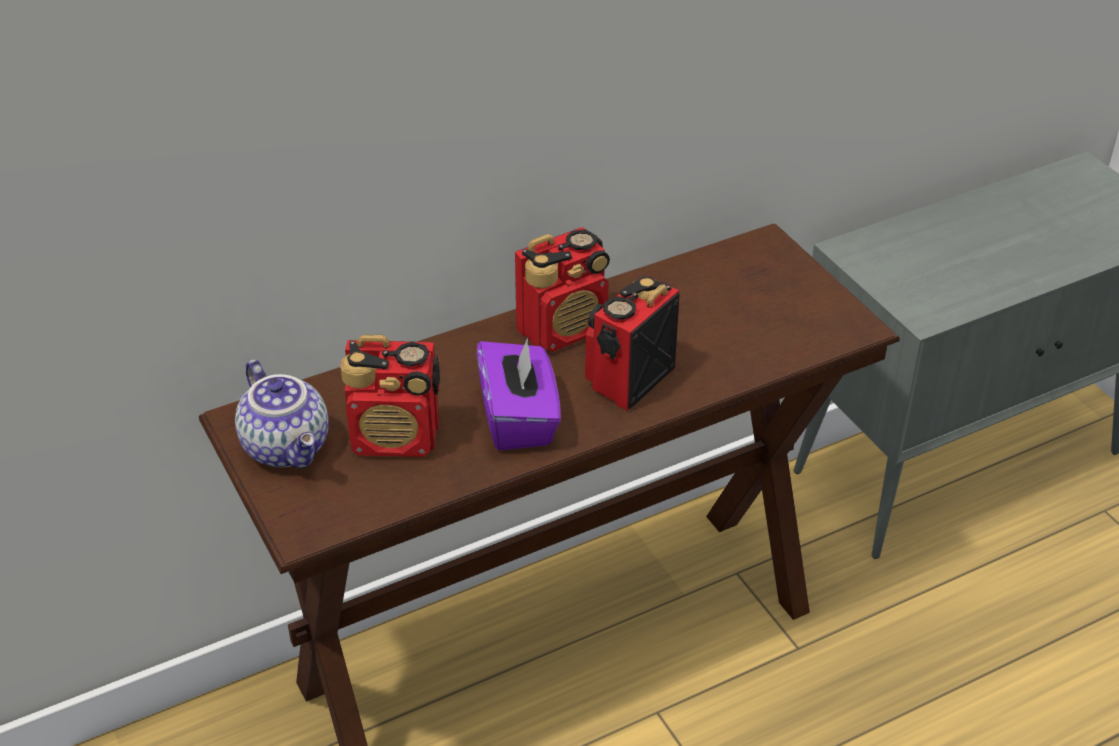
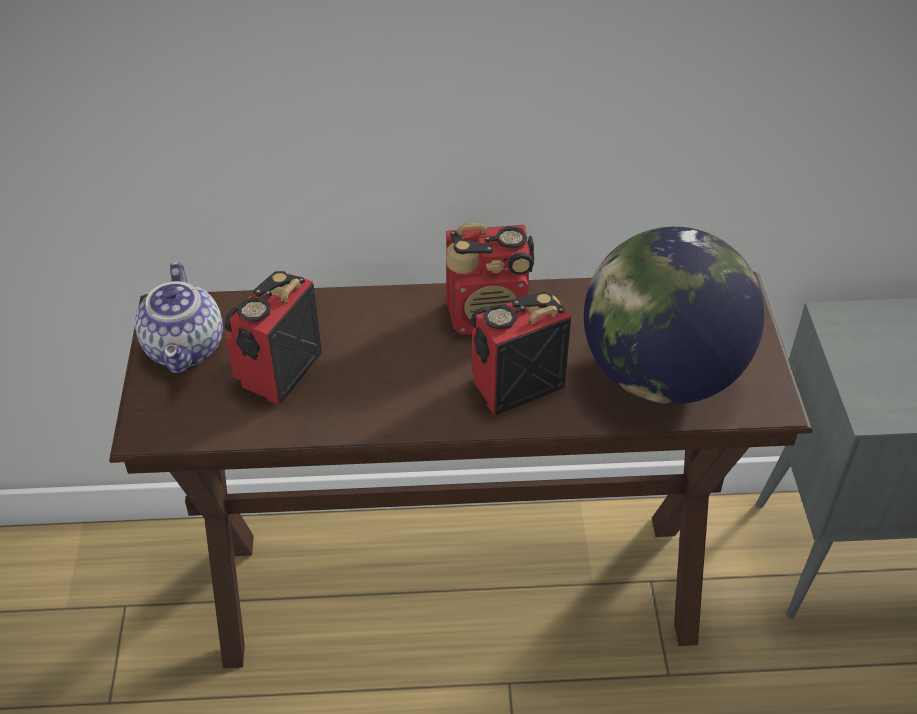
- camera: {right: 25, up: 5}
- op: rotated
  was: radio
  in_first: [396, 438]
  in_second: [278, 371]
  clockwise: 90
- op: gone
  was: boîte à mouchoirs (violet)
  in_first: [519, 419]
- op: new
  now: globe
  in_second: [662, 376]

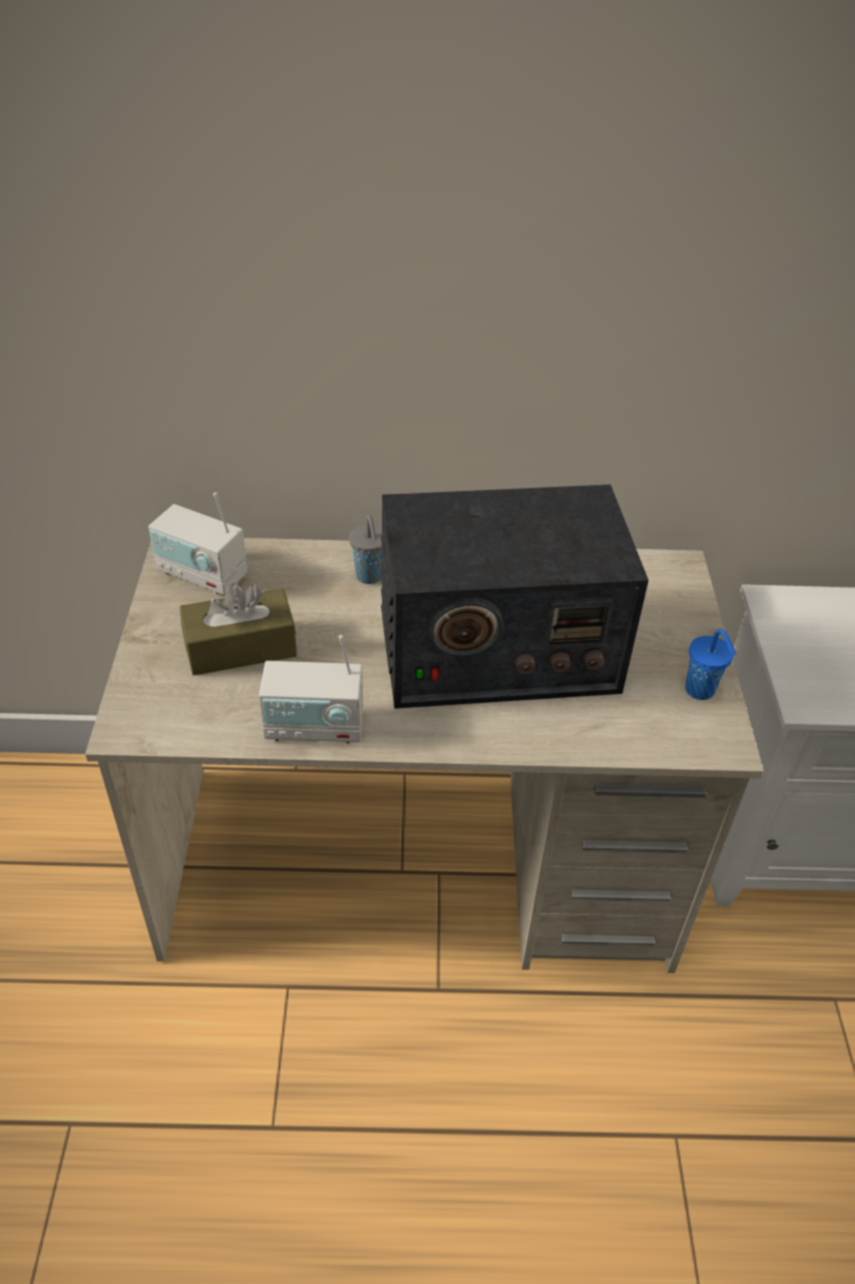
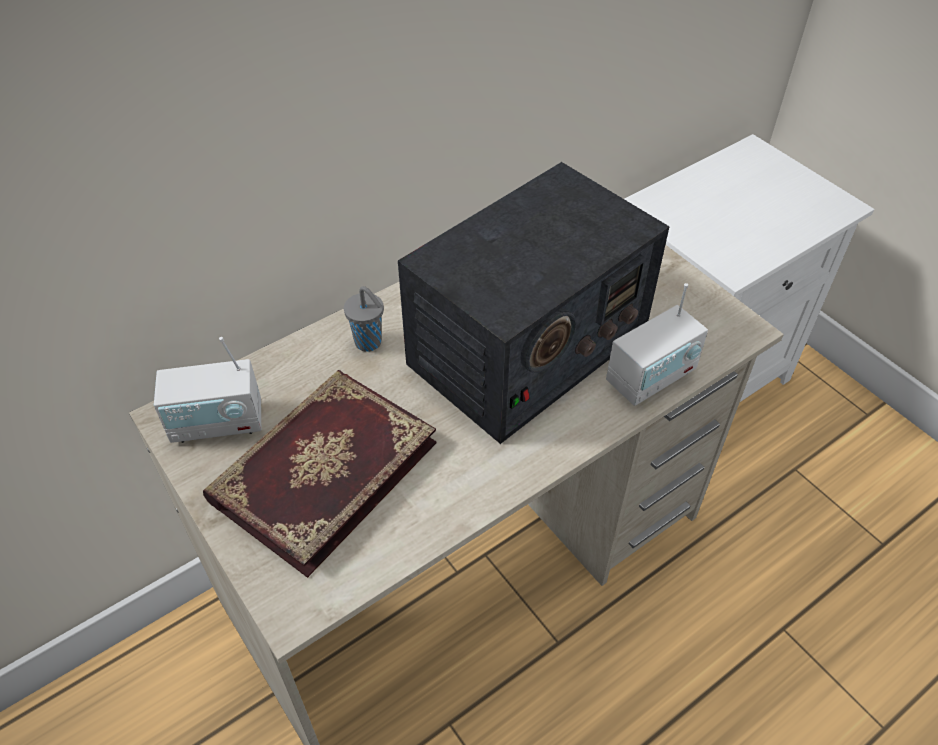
- camera: {right: -35, up: 5}
- op: swapped
  was: boîte à mouchoirs (marron)
  now: livre
  in_first: [240, 647]
  in_second: [321, 469]
- op: shifted
  was: radio
  in_first: [314, 727]
  in_second: [651, 377]
- op: gone
  was: tasse (bleu)
  in_first: [701, 691]

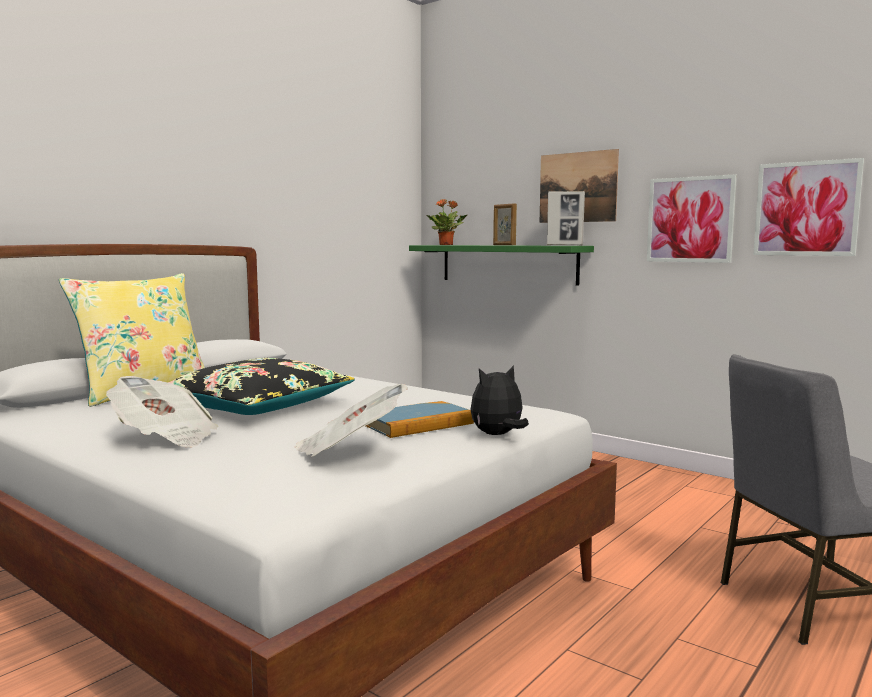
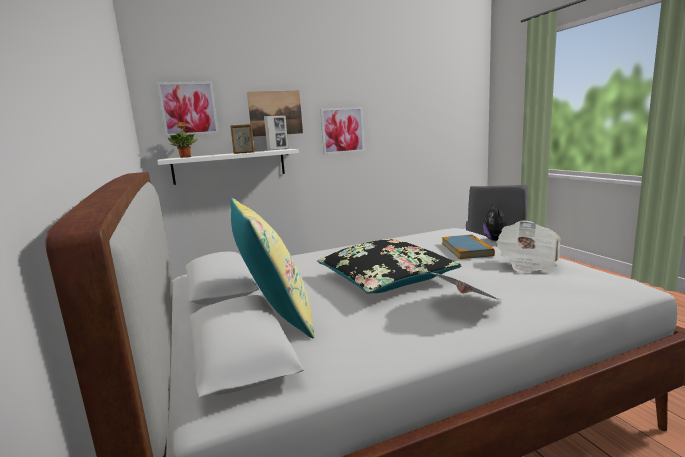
- camera: {right: -60, up: 5}
- op: repainted
  was: étagère (vert)
  now: étagère (blanc)
  in_first: [507, 264]
  in_second: [230, 166]
- op: shifted
  was: tableau
  in_first: [806, 209]
  in_second: [188, 109]

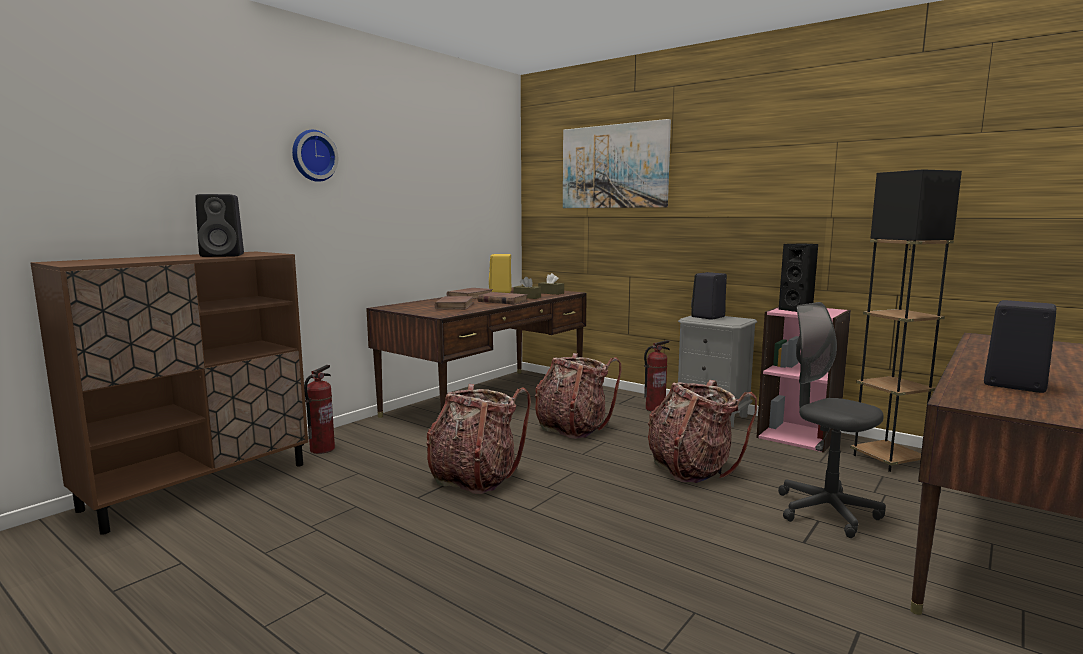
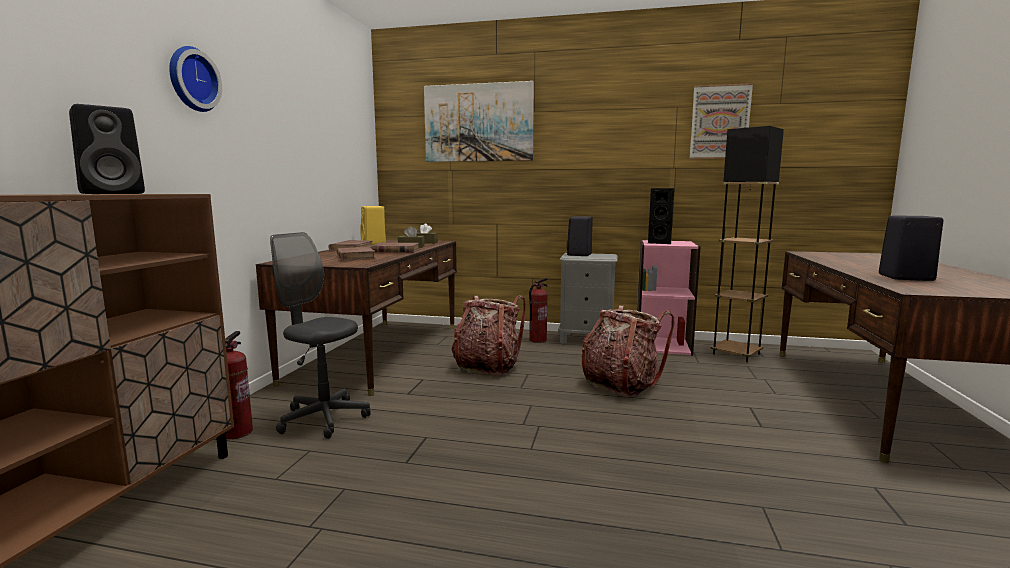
- camera: {right: -25, up: 0}
- op: gone
  was: sac à dos
  in_first: [475, 478]
- op: shifted
  was: chaise de bureau (gris)
  in_first: [826, 512]
  in_second: [323, 419]
- op: new
  now: tableau
  in_second: [720, 122]

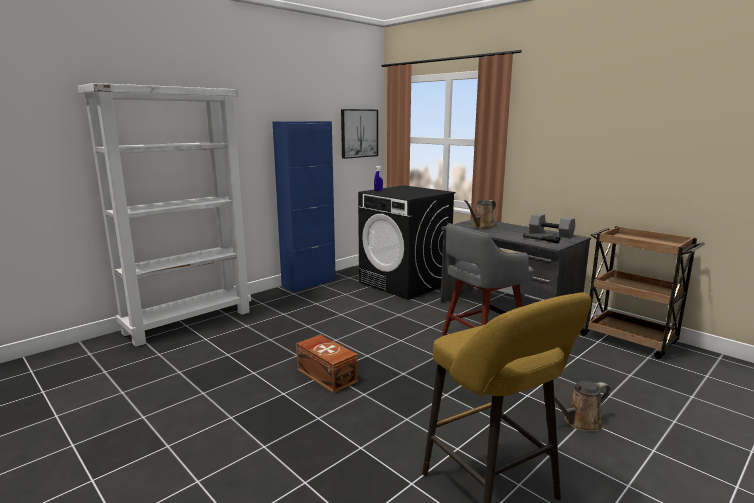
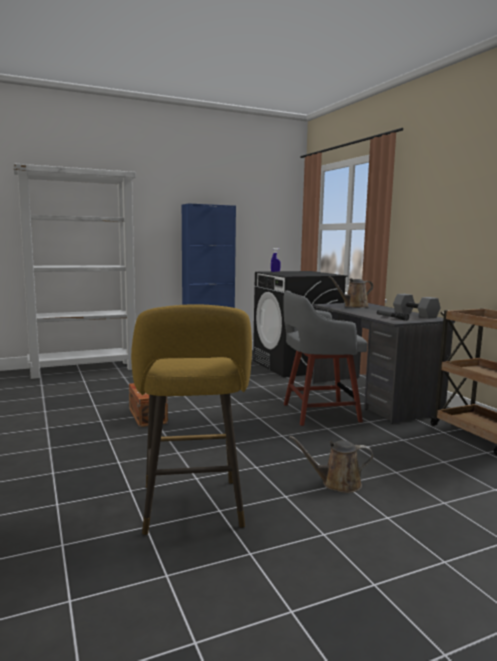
- camera: {right: 20, up: -5}
- op: gone
  was: tableau
  in_first: [359, 133]

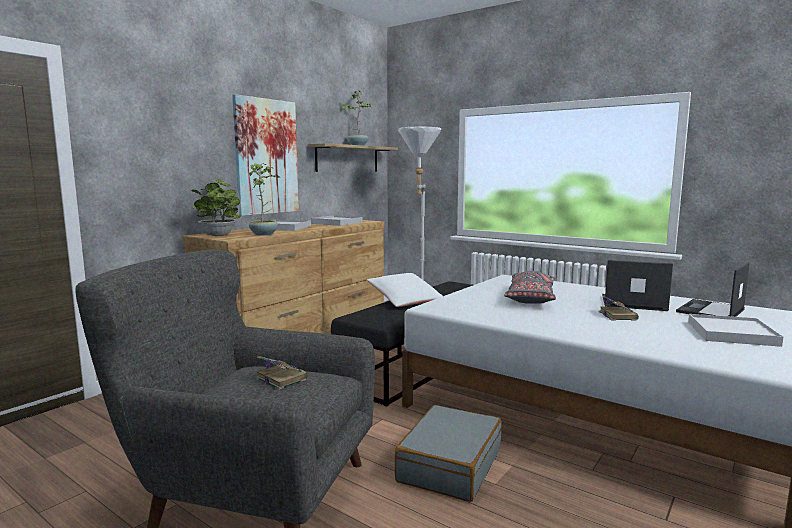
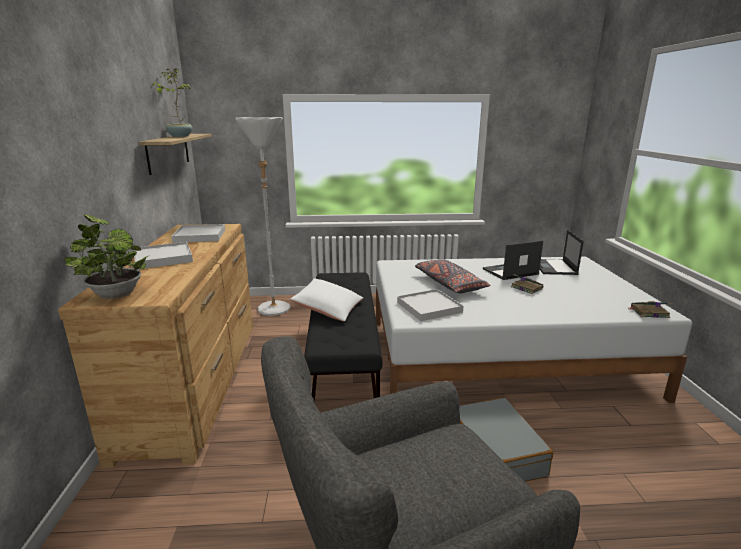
- camera: {right: -40, up: 10}
- op: gone
  was: tableau
  in_first: [266, 157]
- op: gone
  was: plante en pot
  in_first: [264, 234]
- op: shifted
  was: livre
  in_first: [280, 378]
  in_second: [648, 312]
- op: shifted
  was: plateau (blanc)
  in_first: [731, 333]
  in_second: [429, 307]

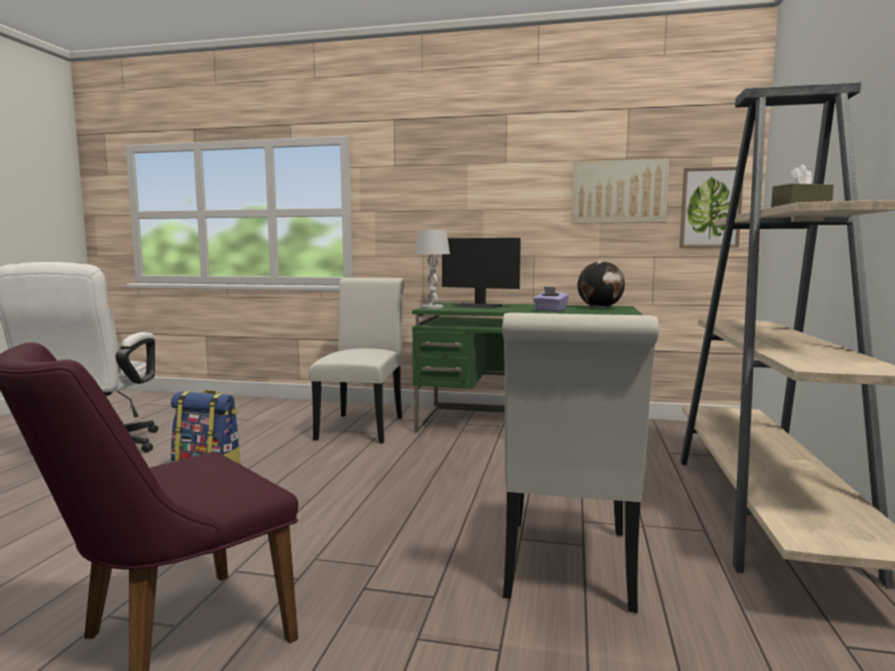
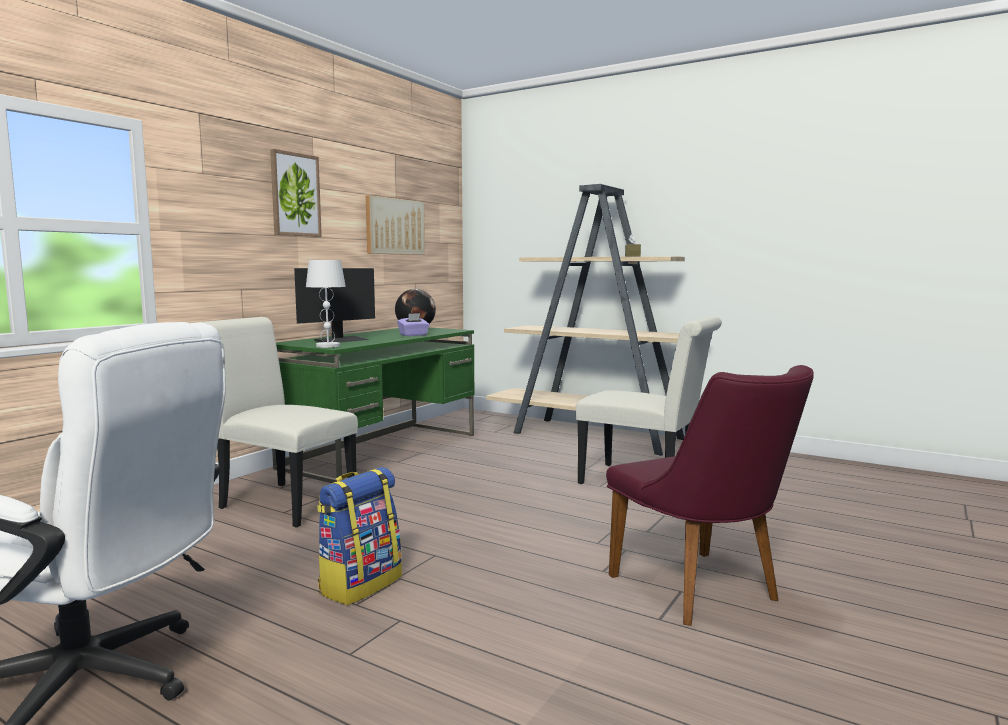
- camera: {right: -70, up: 0}
- op: shifted
  was: tableau
  in_first: [710, 208]
  in_second: [295, 195]

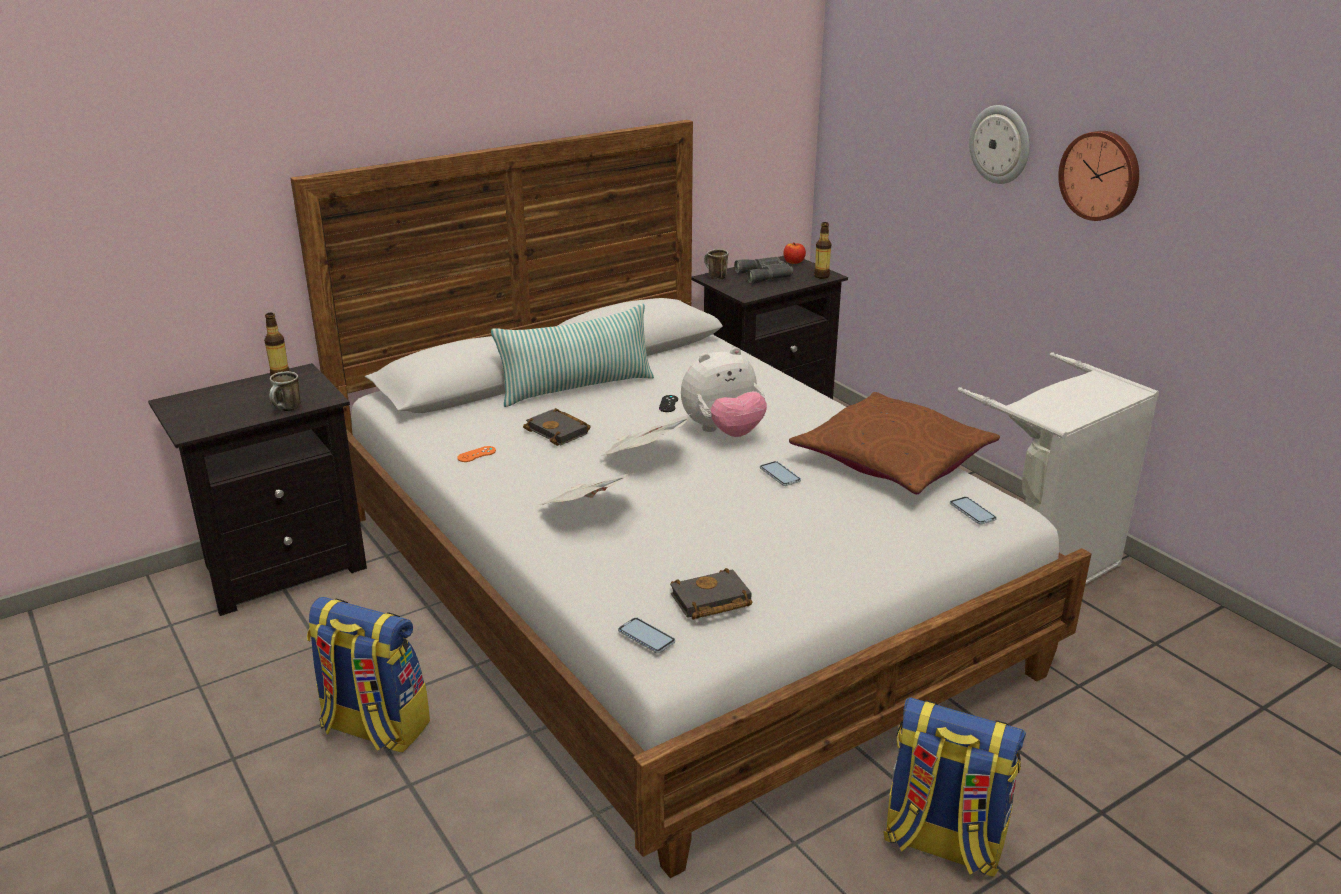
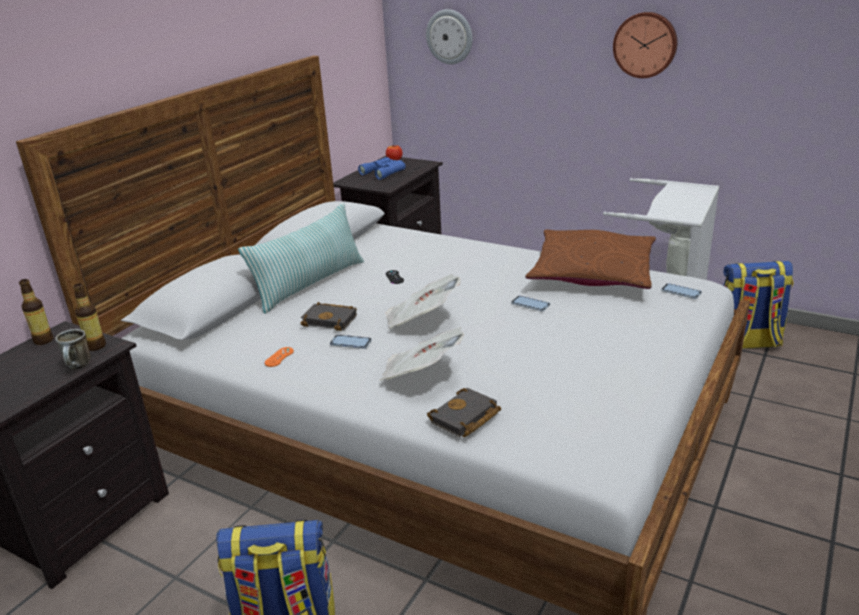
- camera: {right: -25, up: 0}
- op: shifted
  was: téléphone
  in_first: [646, 636]
  in_second: [350, 343]
- op: shifted
  was: livre (noir)
  in_first: [710, 601]
  in_second: [465, 419]
- op: gone
  was: peluche
  in_first: [723, 432]
- op: gone
  was: mug
  in_first: [714, 277]
- op: repainted
  was: jumelles (gris)
  now: jumelles (bleu)
  in_first: [766, 275]
  in_second: [384, 172]
- op: shifted
  was: bouteille
  in_first: [821, 276]
  in_second: [96, 346]
- op: shifted
  was: sac à dos
  in_first: [942, 842]
  in_second: [746, 343]
- op: shifted
  was: horloge murale
  in_first: [1000, 144]
  in_second: [449, 36]

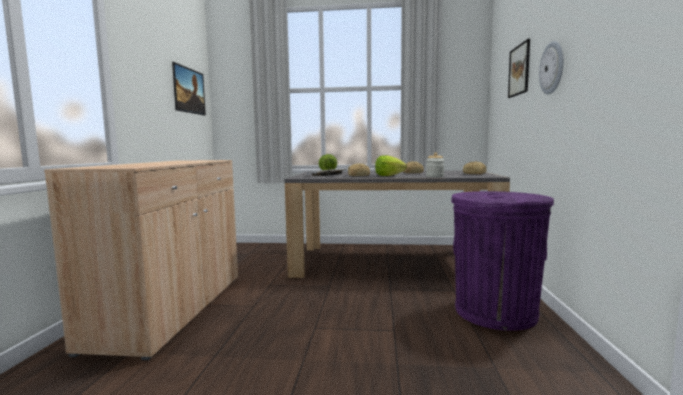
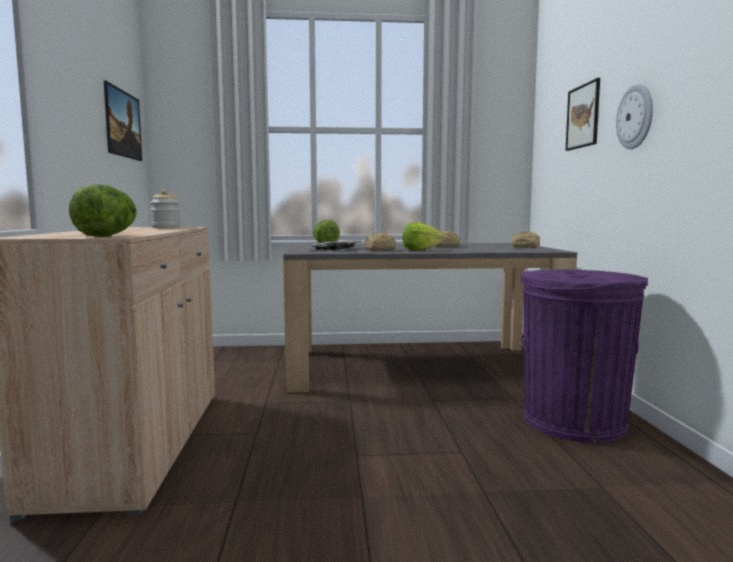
- camera: {right: -10, up: 0}
- op: shifted
  was: bocal
  in_first: [435, 176]
  in_second: [166, 228]
- op: new
  now: laitue
  in_second: [108, 236]

